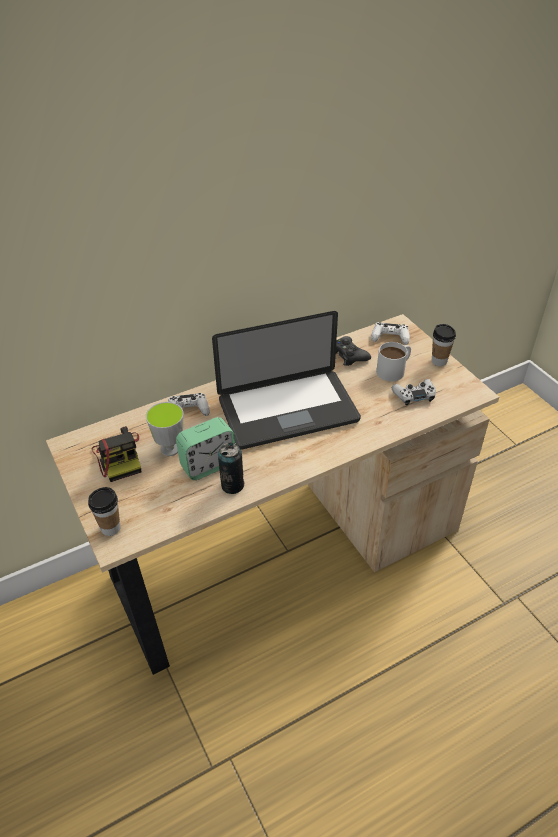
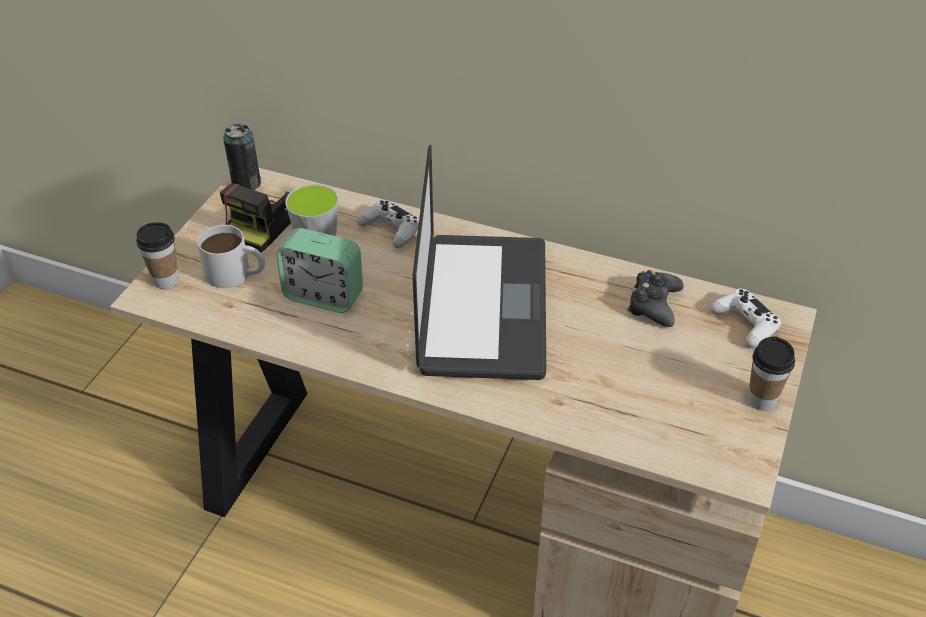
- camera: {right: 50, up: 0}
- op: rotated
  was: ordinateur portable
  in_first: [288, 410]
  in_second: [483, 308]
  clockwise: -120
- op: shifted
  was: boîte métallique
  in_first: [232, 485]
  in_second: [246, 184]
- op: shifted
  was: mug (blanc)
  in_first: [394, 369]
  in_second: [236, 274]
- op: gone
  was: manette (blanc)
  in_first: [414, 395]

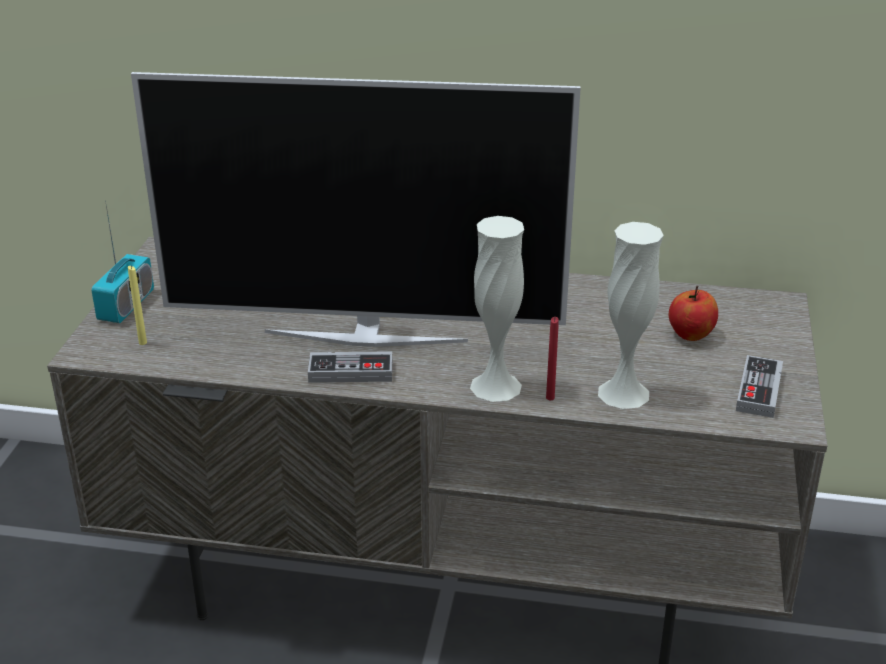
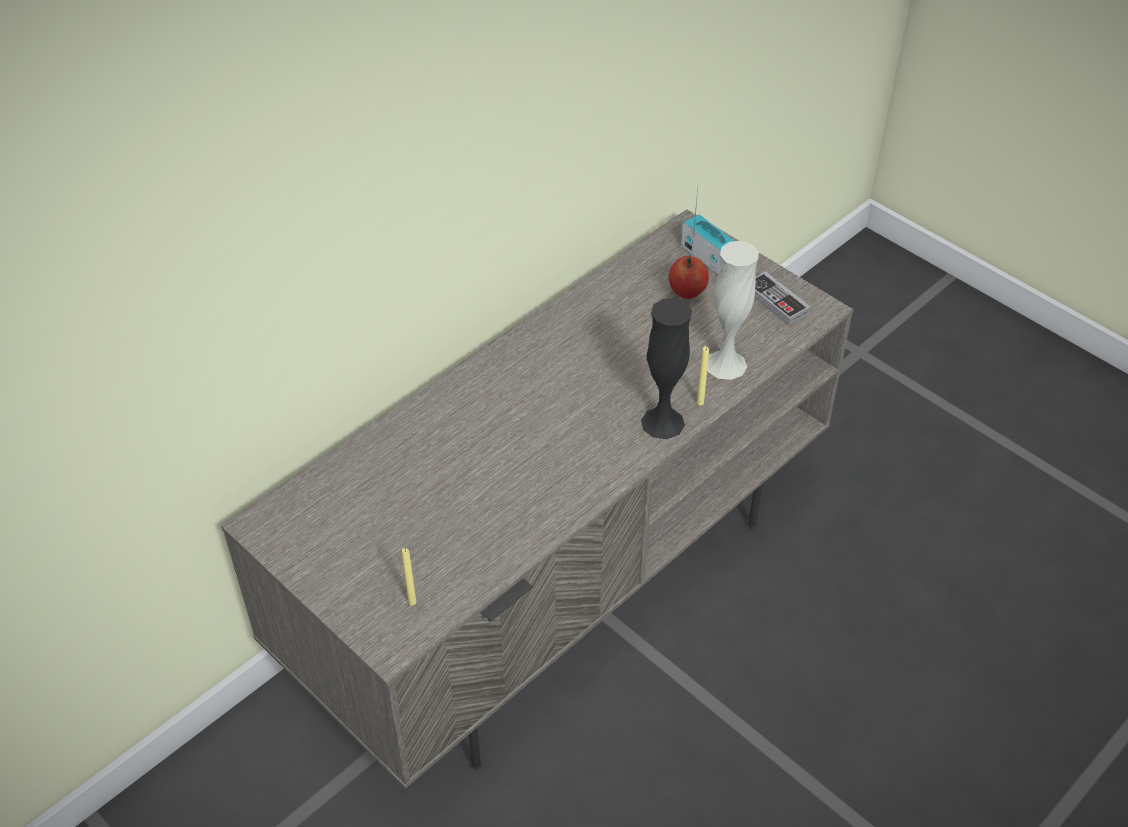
- camera: {right: -55, up: 15}
- op: shifted
  was: radio
  in_first: [126, 305]
  in_second: [708, 258]
- op: gone
  was: téléviseur
  in_first: [366, 335]
- op: gone
  was: manette
  in_first: [350, 371]
- op: repainted
  was: vase (blanc)
  now: vase (noir)
  in_first: [495, 386]
  in_second: [662, 422]
- op: repainted
  was: bougie (rouge)
  now: bougie (jaune)
  in_first: [550, 398]
  in_second: [700, 403]

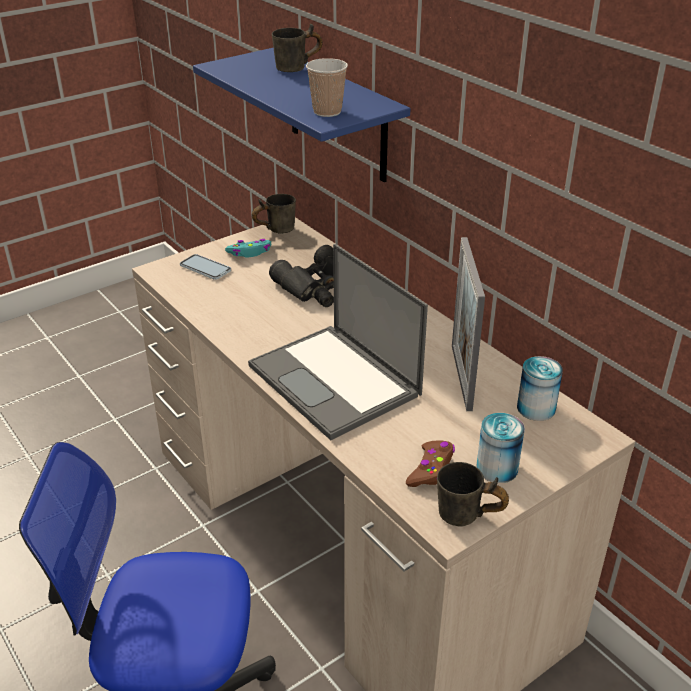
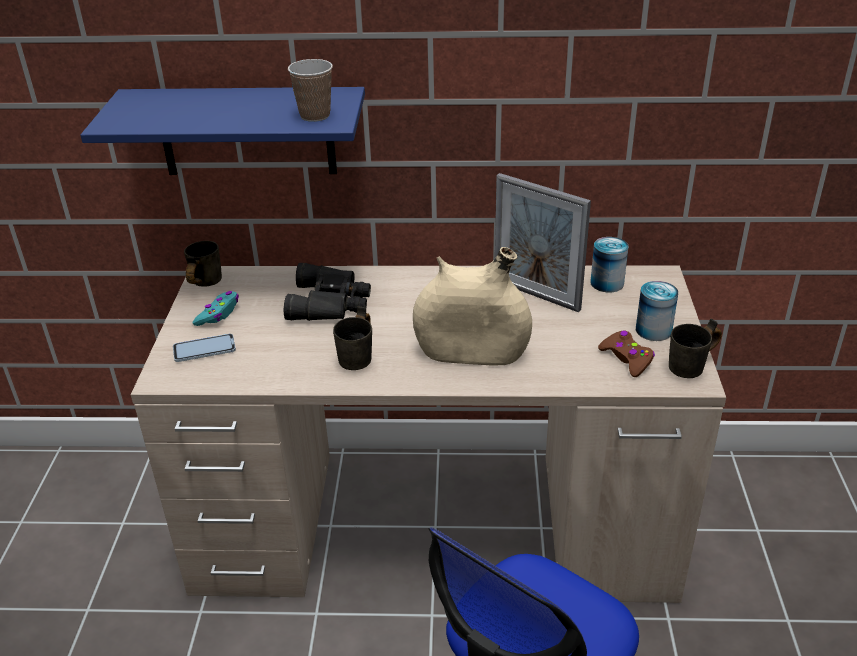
- camera: {right: -50, up: 0}
- op: swapped
  was: ordinateur portable
  now: vase (beige)
  in_first: [336, 381]
  in_second: [471, 353]
- op: shifted
  was: mug (gris)
  in_first: [298, 70]
  in_second: [361, 358]

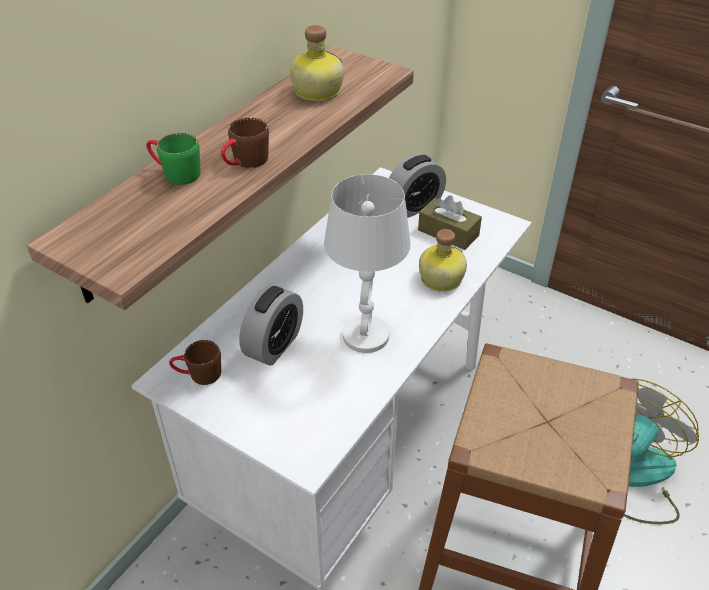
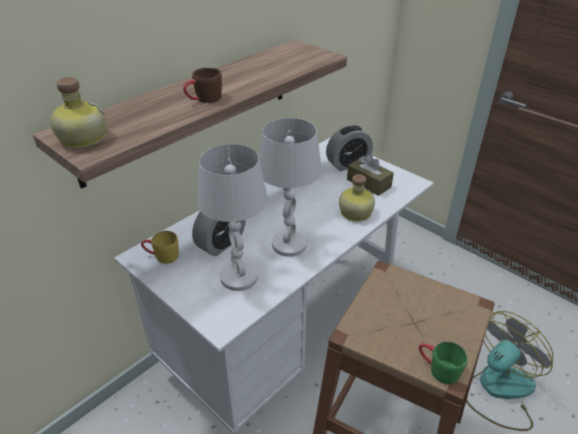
- camera: {right: 10, up: -5}
- op: shifted
  was: mug (vert)
  in_first: [175, 173]
  in_second: [437, 369]
- op: repainted
  was: mug (marron)
  now: mug (jaune)
  in_first: [198, 374]
  in_second: [162, 256]
- op: shifted
  was: bouteille
  in_first: [315, 91]
  in_second: [81, 138]
- op: new
  now: lampe de table (blanc)
  in_second: [238, 277]

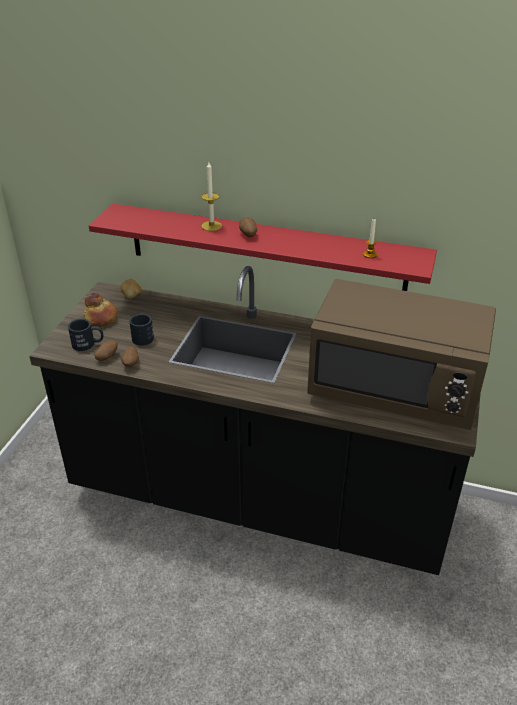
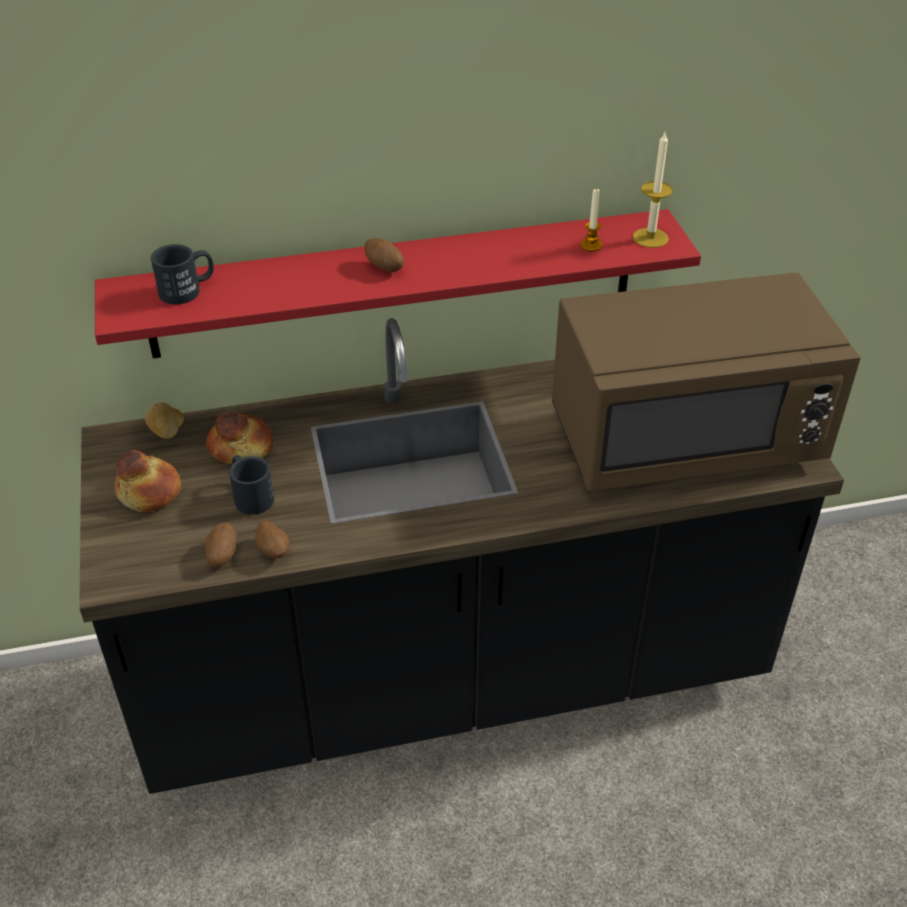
- camera: {right: -30, up: 5}
- op: shifted
  was: mug (noir)
  in_first: [88, 344]
  in_second: [188, 289]
- op: shifted
  was: bougie
  in_first: [211, 226]
  in_second: [650, 238]
- op: new
  now: pain
  in_second: [241, 447]

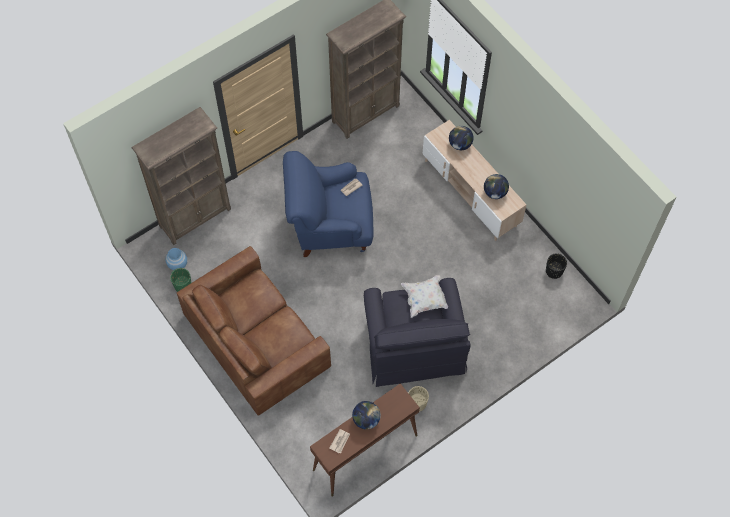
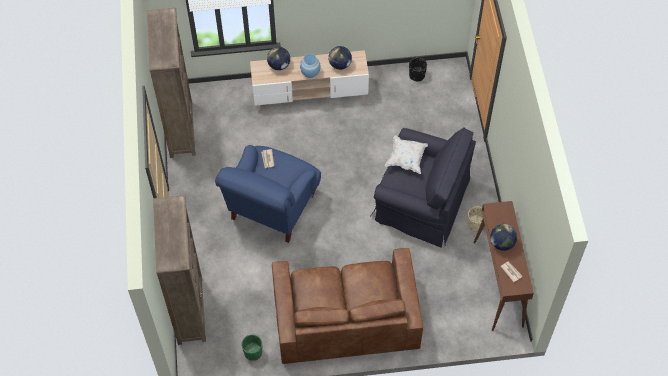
- camera: {right: -60, up: -5}
- op: shifted
  was: vase (bleu)
  in_first: [178, 264]
  in_second: [310, 72]

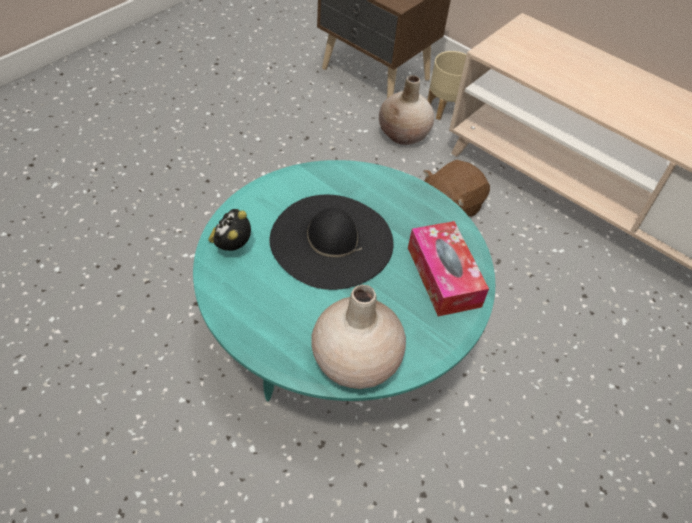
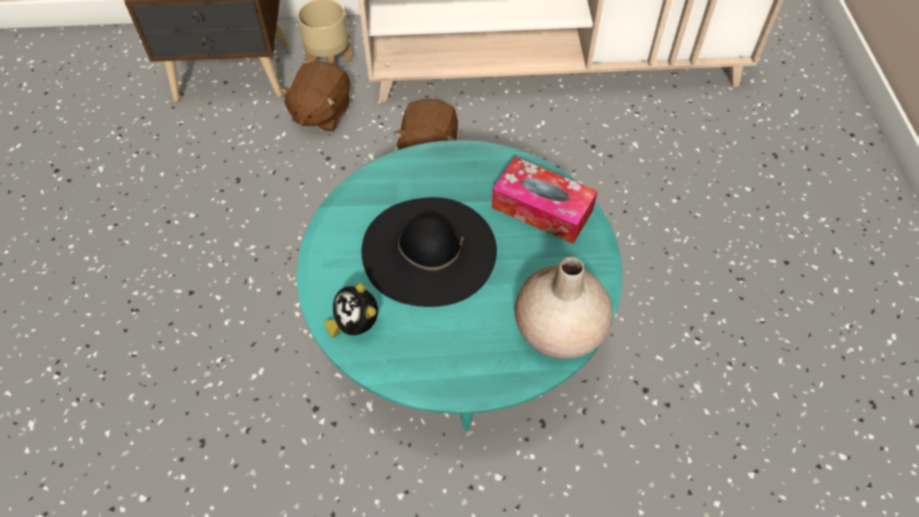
- camera: {right: -40, up: 5}
- op: swapped
  was: vase (beige)
  now: peluche (marron)
  in_first: [403, 134]
  in_second: [321, 113]

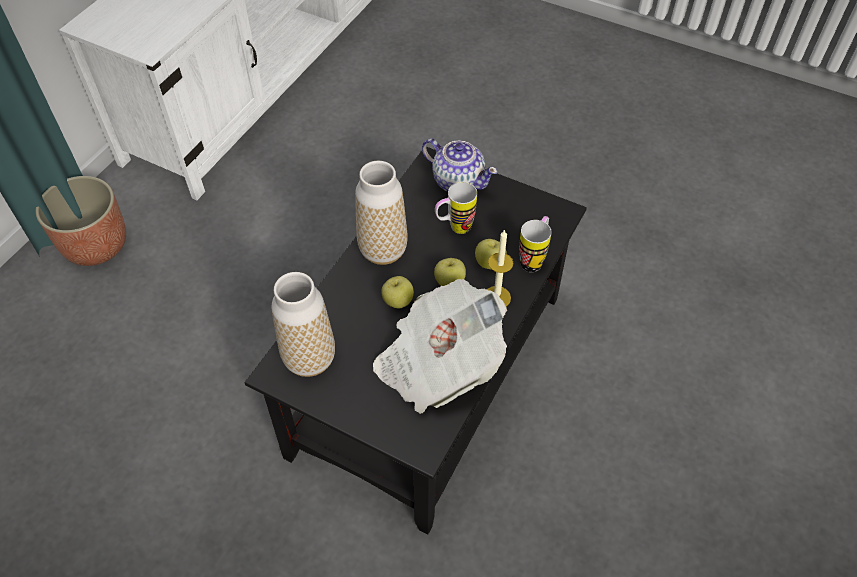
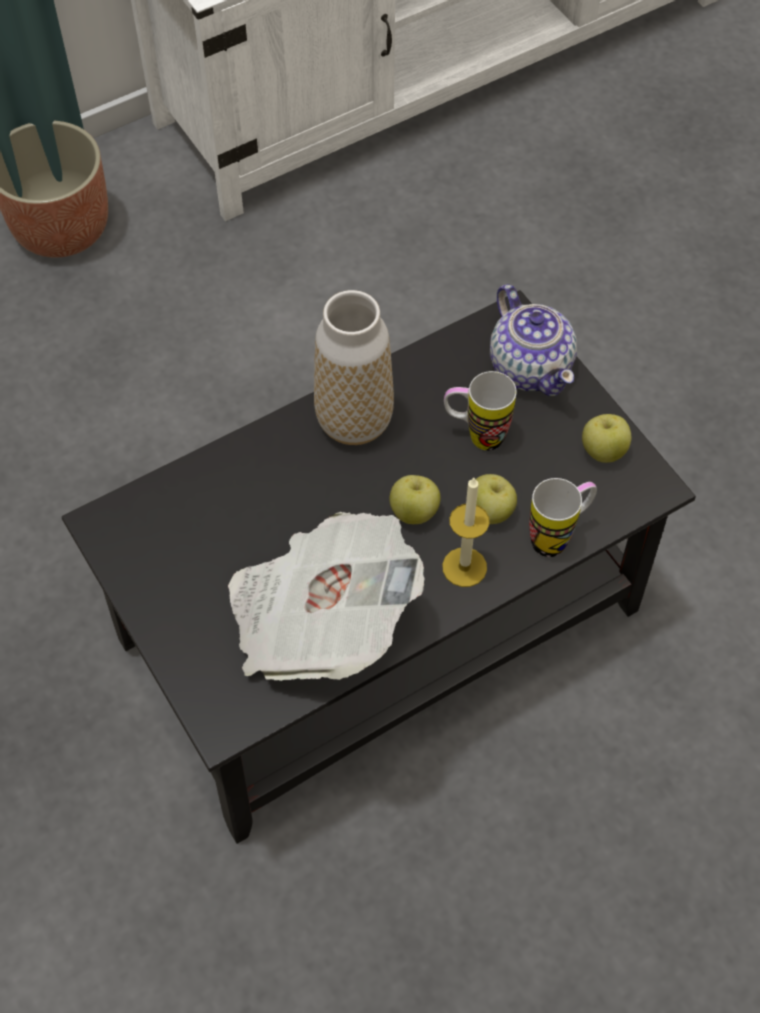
- camera: {right: 30, up: 5}
- op: gone
  was: vase
  in_first: [309, 359]
- op: shifted
  was: pomme
  in_first: [398, 301]
  in_second: [603, 451]

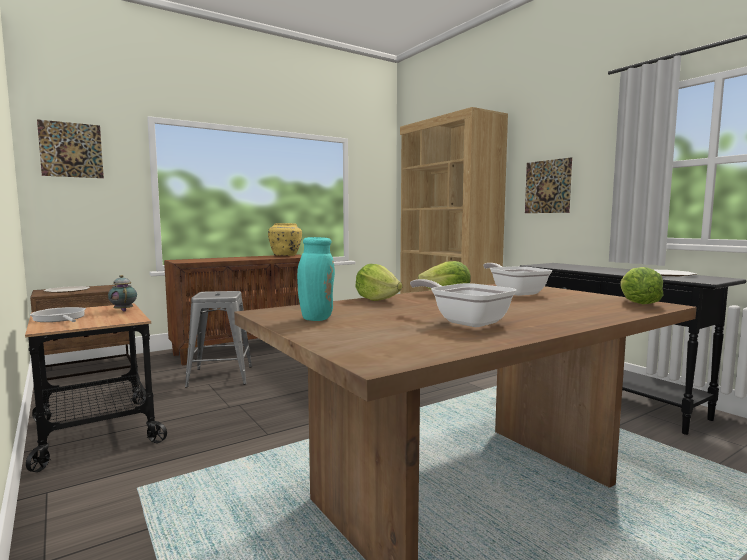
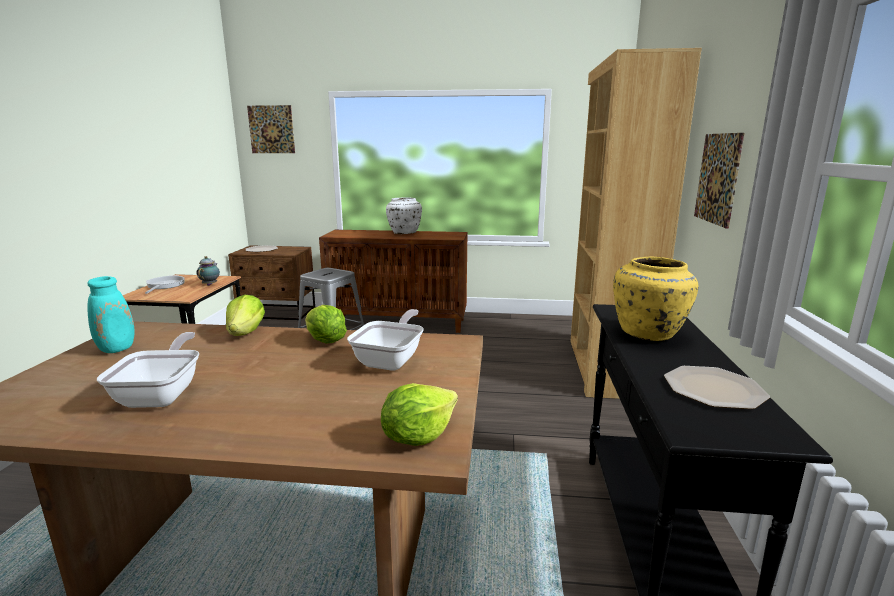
- camera: {right: 40, up: 10}
- op: shifted
  was: vase (jaune)
  in_first: [286, 255]
  in_second: [649, 334]
- op: new
  now: vase (blanc)
  in_second: [404, 233]

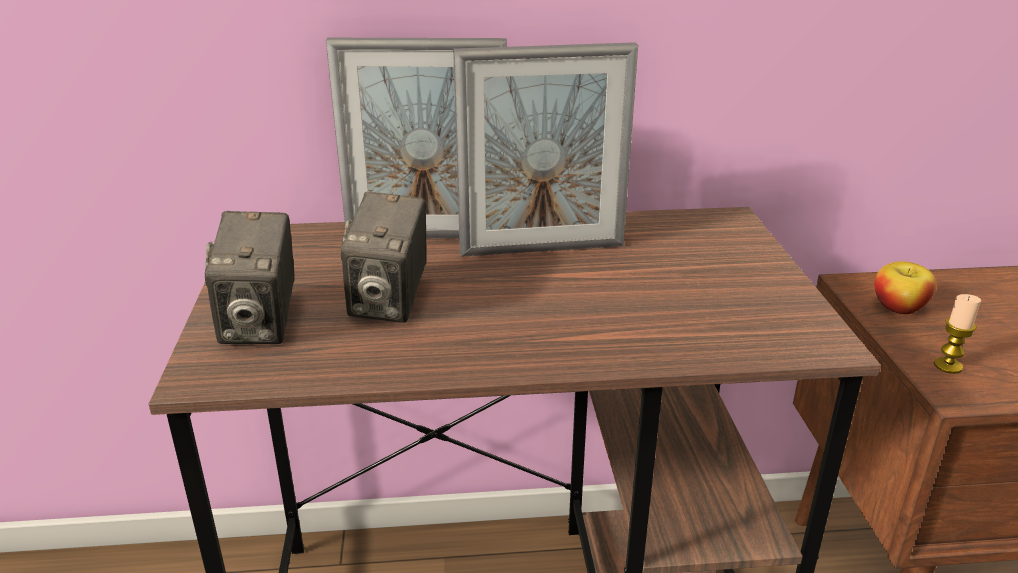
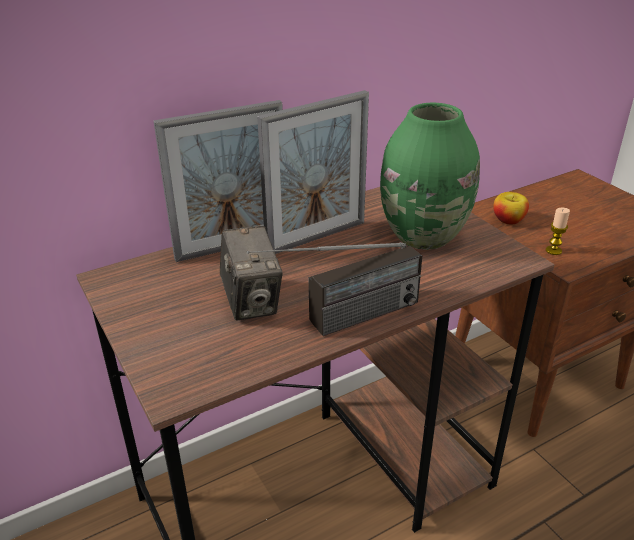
- camera: {right: -25, up: 5}
- op: gone
  was: appareil photo
  in_first: [261, 324]
- op: new
  now: radio
  in_second: [340, 322]
- op: new
  now: vase (vert)
  in_second: [423, 237]

